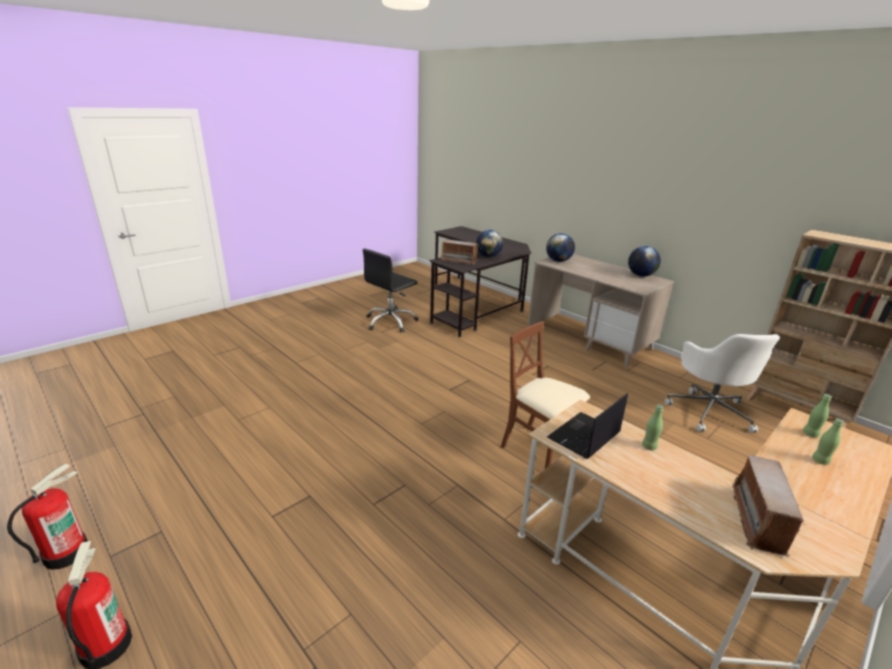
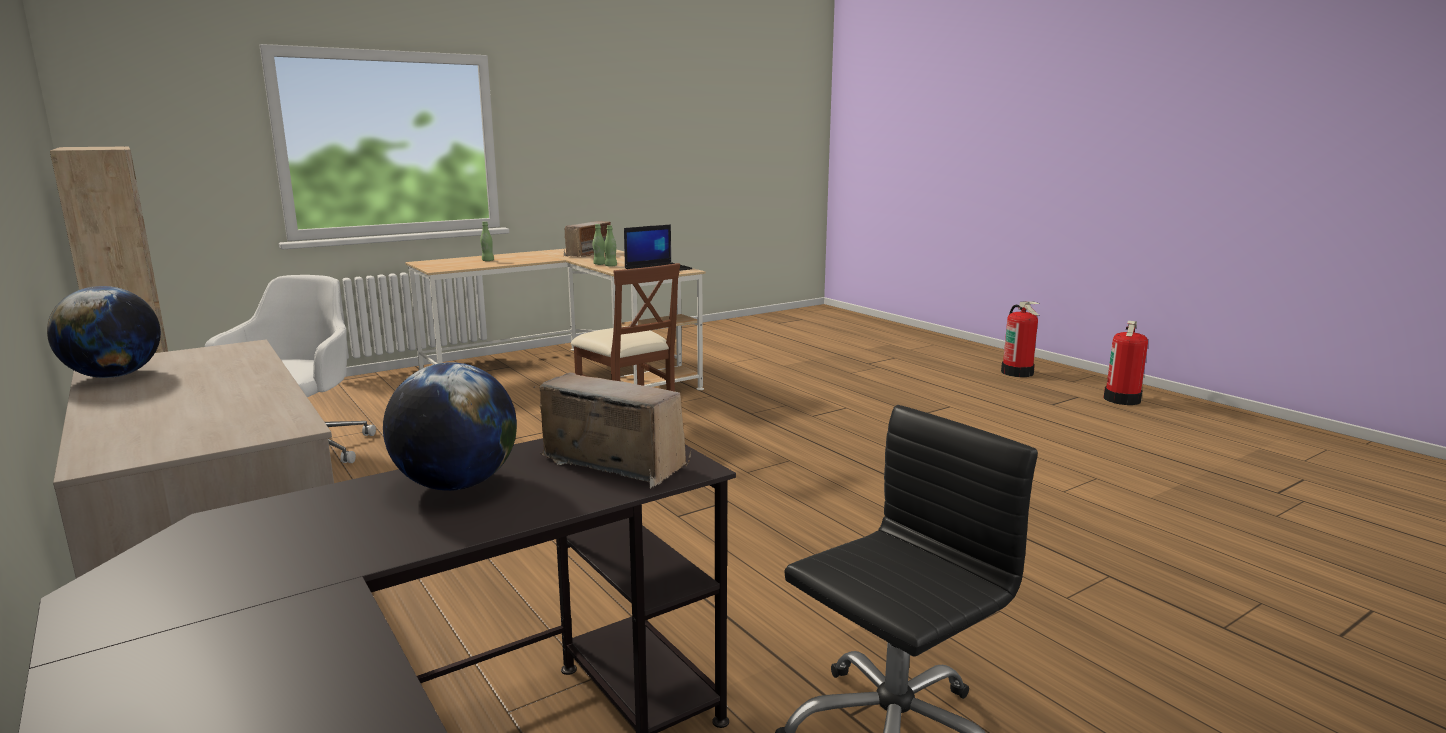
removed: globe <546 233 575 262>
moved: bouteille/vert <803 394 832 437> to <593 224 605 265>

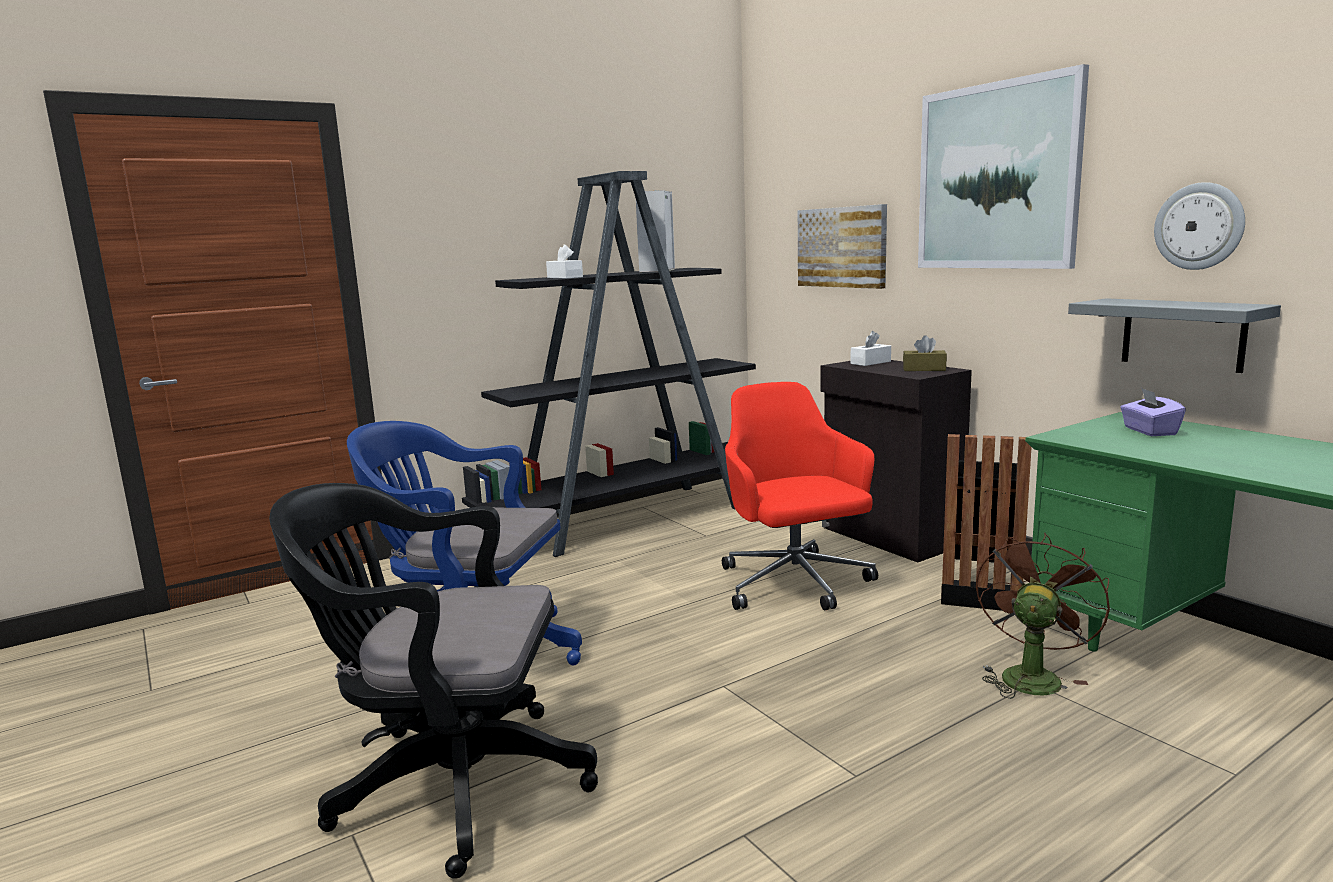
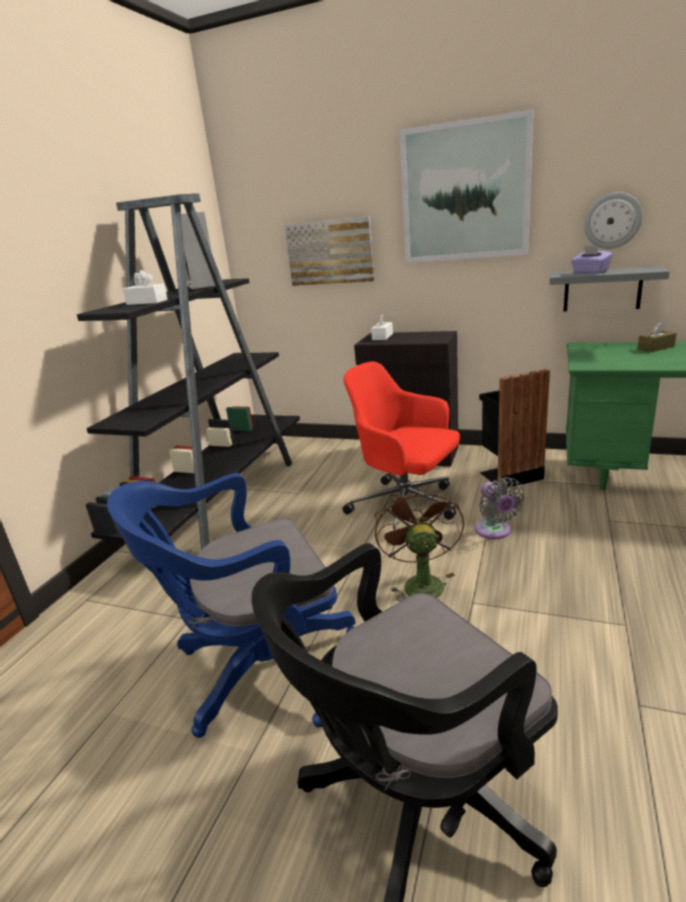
added: ventilateur/gris <475 477 525 539>
moved: boîte à mouchoirs/marron <903 335 947 371> to <638 321 677 352>; ventilateur/marron <976 532 1110 699> to <375 486 464 602>; boîte à mouchoirs/violet <1120 388 1186 436> to <571 246 613 274>

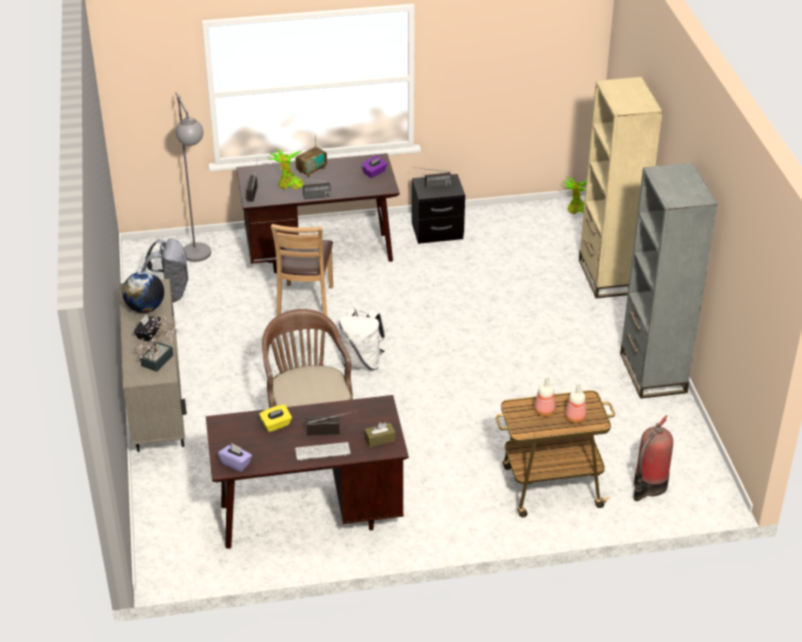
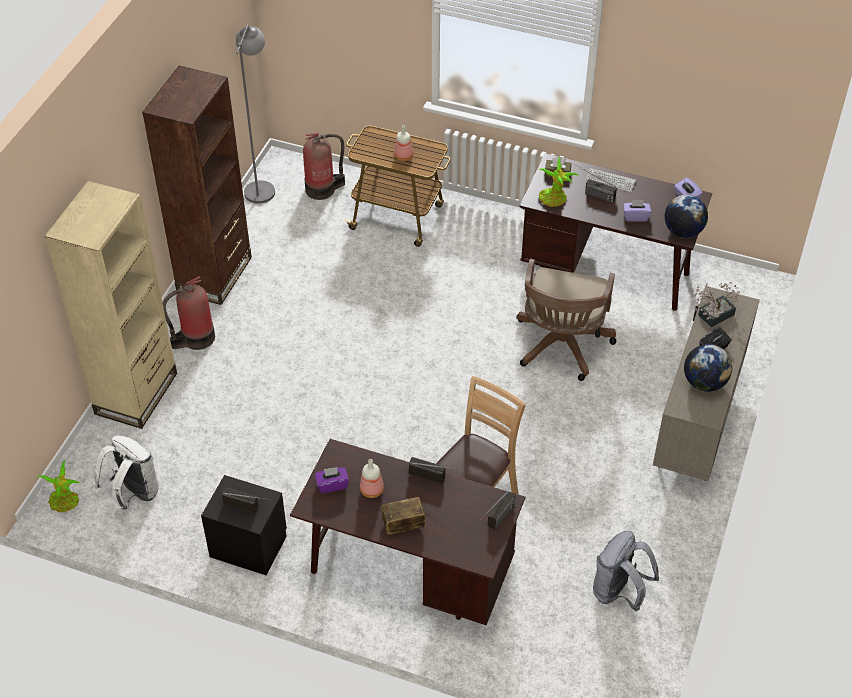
added: extincteur <163 276 215 350>; globe <665 195 708 238>
moved: lampadaire/gris <175 92 211 262> to <236 24 275 204>; plante en pot <269 149 304 190> to <539 157 578 207>; sac à dos/blanc <339 308 385 370> to <94 436 158 511>; bouteille <565 384 586 423> to <360 459 384 498>
recoloured: boîte à mouchoirs/jaune <259 405 292 432> to boîte à mouchoirs/violet <623 199 651 222>; bibliothèque/gris <620 163 718 399> to bibliothèque/marron <142 66 252 305>

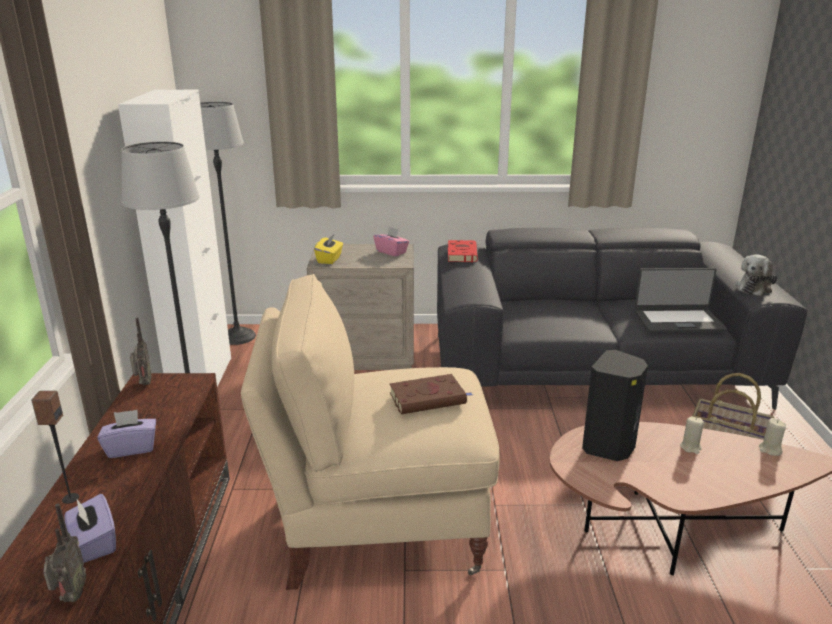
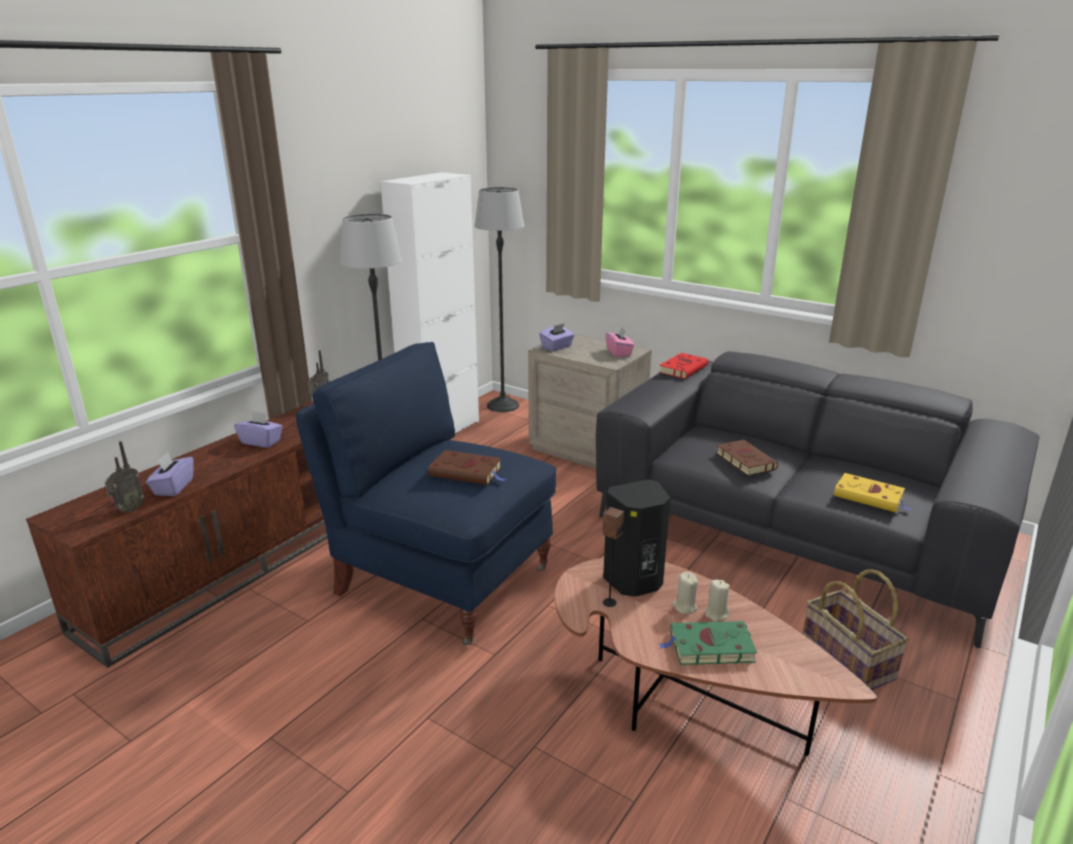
removed: peluche <735 255 777 296>
added: livre/vert <659 621 757 665>; livre/marron <716 440 778 476>
moved: enceinte <31 391 79 504> to <602 507 624 607>; bougie/beige <759 418 786 456> to <672 572 698 614>
replaced: ordinateur portable <634 268 727 332> to livre/jaune <834 473 911 512>
recoloured: fauteuil/beige <241 274 500 590> to fauteuil/bleu <296 342 557 646>; boîte à mouchoirs/jaune <314 234 343 264> to boîte à mouchoirs/violet <539 323 574 351>

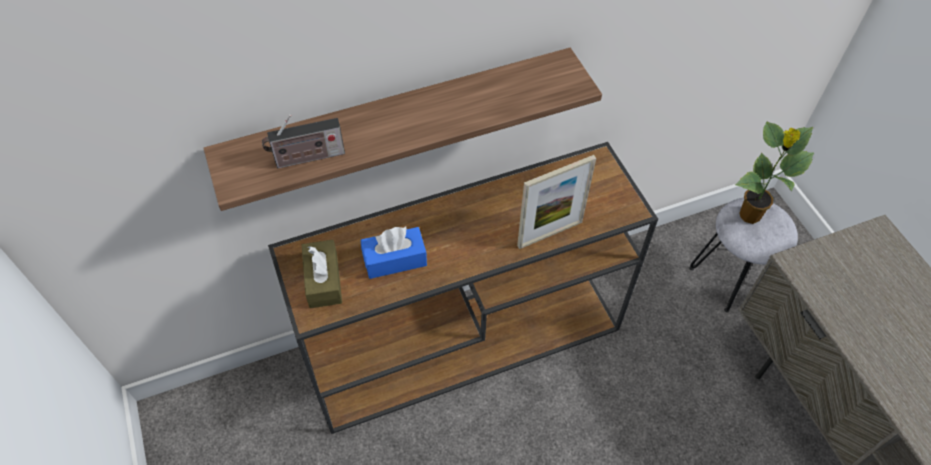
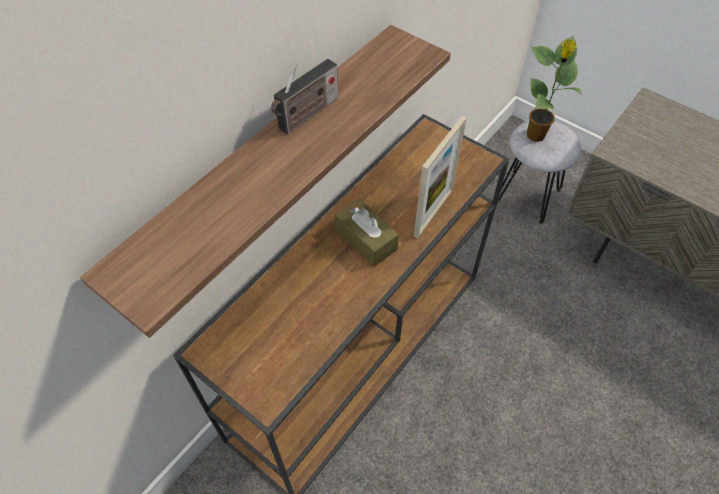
removed: boîte à mouchoirs/bleu <361 227 427 279>
moved: radio <262 115 345 168> to <271 59 338 134>; boîte à mouchoirs/marron <302 240 342 308> to <335 199 399 267>

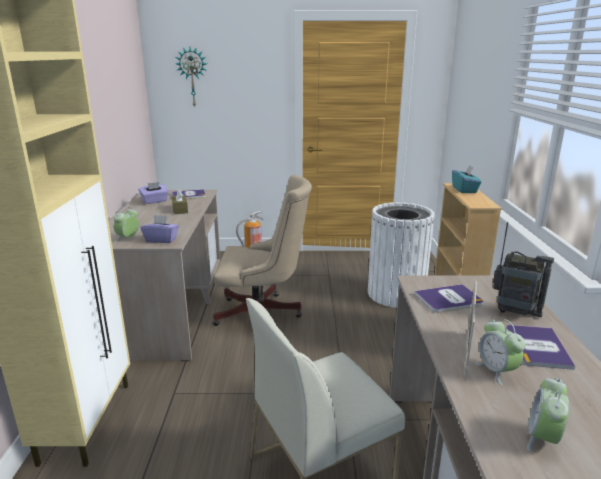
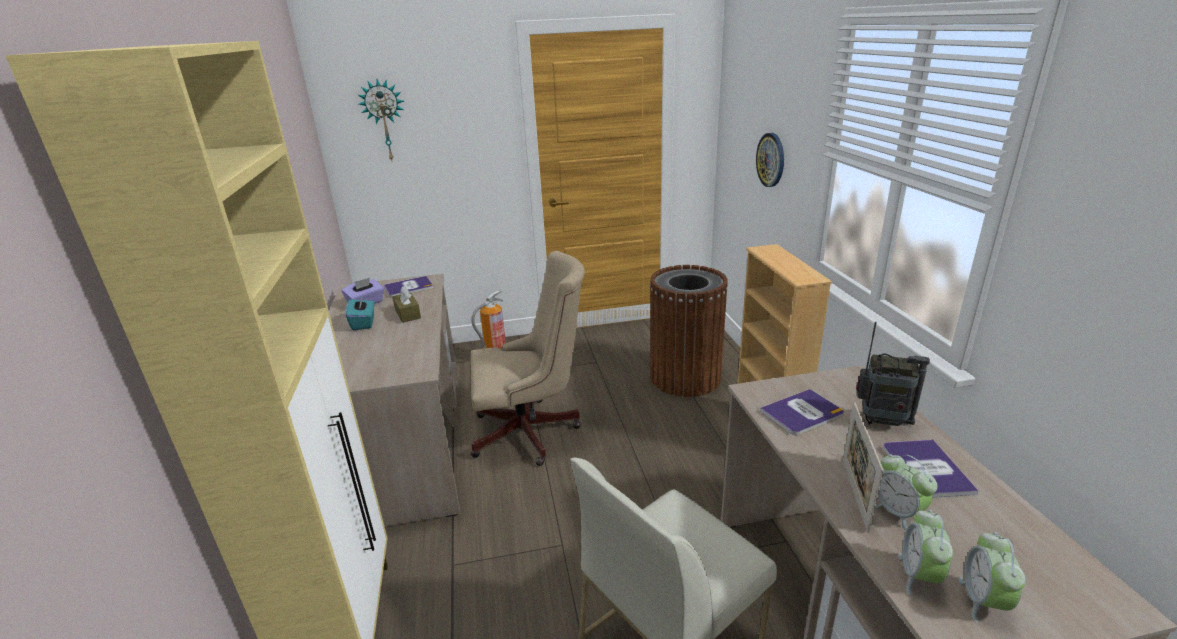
removed: boîte à mouchoirs/violet <141 215 179 243>
added: horloge murale <756 133 784 187>
moved: réveil <113 207 139 242> to <898 510 953 595>; boîte à mouchoirs/turquoise <452 165 482 193> to <346 295 375 331>
recoloured: poubelle/blanc <368 202 435 308> to poubelle/marron <650 265 728 397>

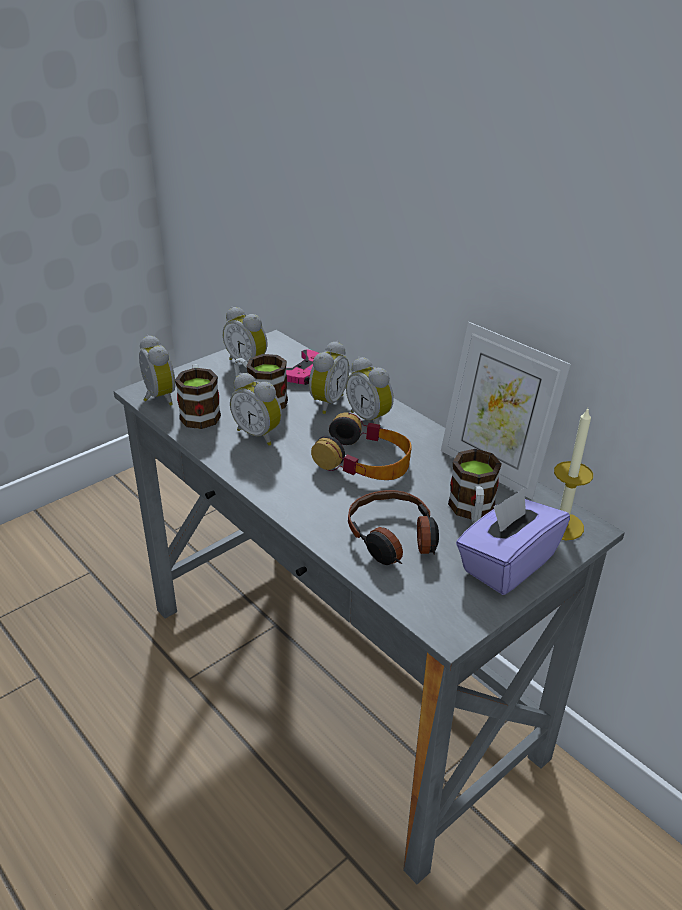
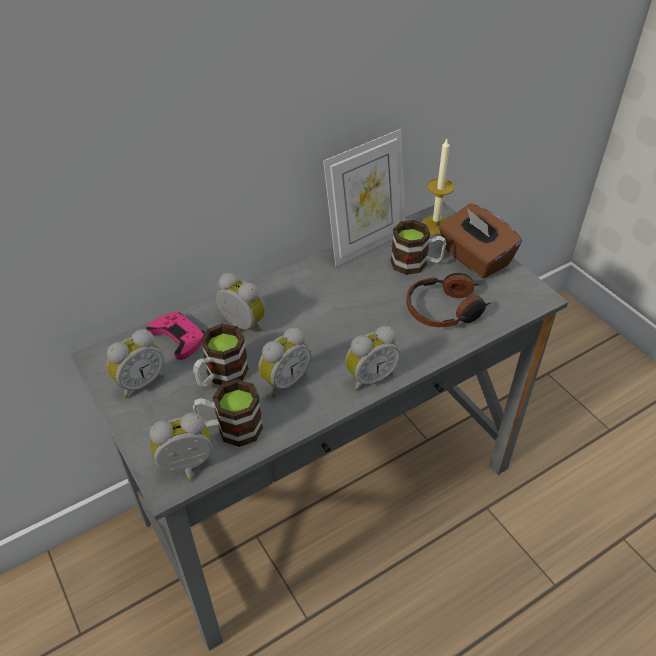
removed: casque audio <311 412 412 480>
moved: réveil <346 357 394 424> to <345 326 400 391>
recoloured: boîte à mouchoirs/violet <456 488 570 595> to boîte à mouchoirs/marron <439 203 522 279>

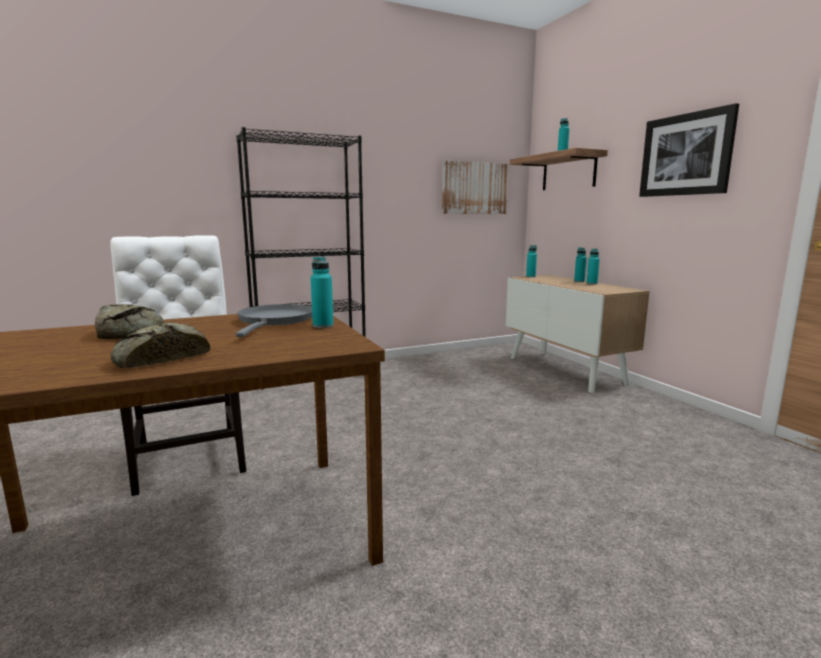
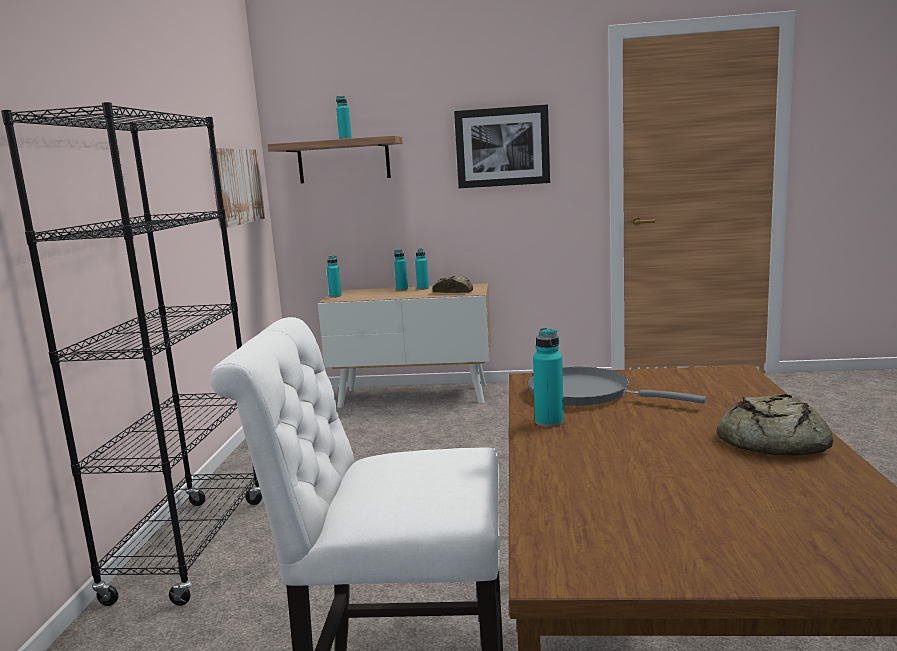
moved: pain <95 304 165 339> to <432 276 473 293>; bouteille/turquoise <311 256 334 328> to <533 328 564 427>

